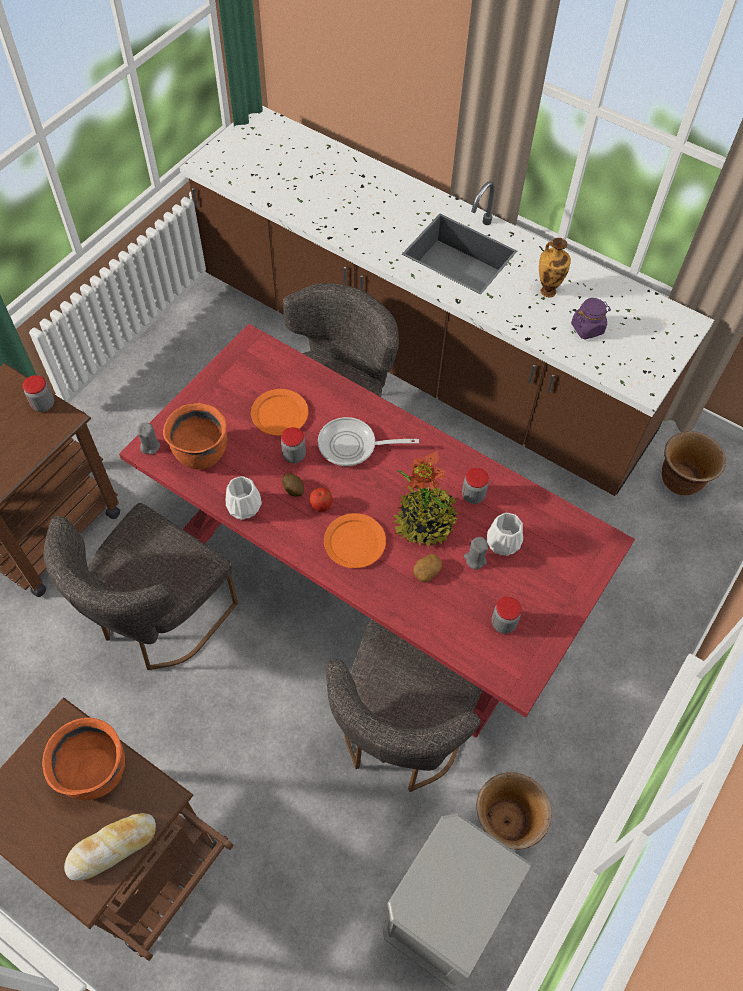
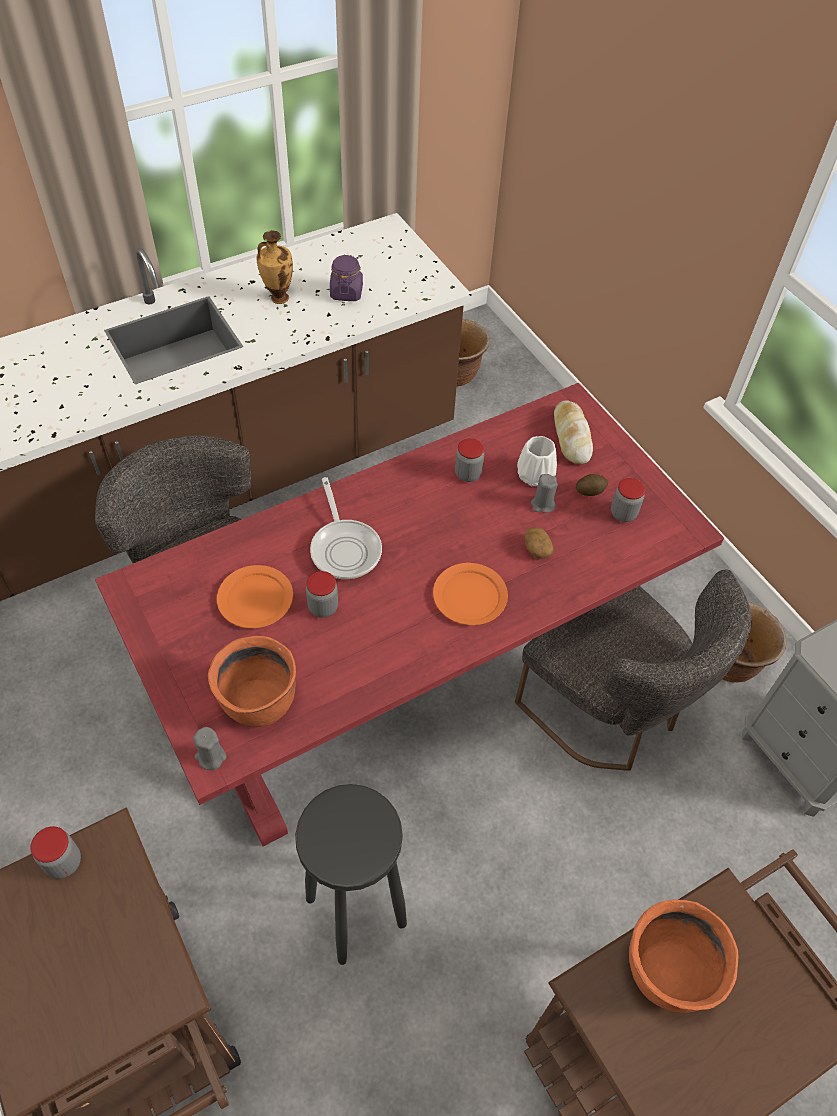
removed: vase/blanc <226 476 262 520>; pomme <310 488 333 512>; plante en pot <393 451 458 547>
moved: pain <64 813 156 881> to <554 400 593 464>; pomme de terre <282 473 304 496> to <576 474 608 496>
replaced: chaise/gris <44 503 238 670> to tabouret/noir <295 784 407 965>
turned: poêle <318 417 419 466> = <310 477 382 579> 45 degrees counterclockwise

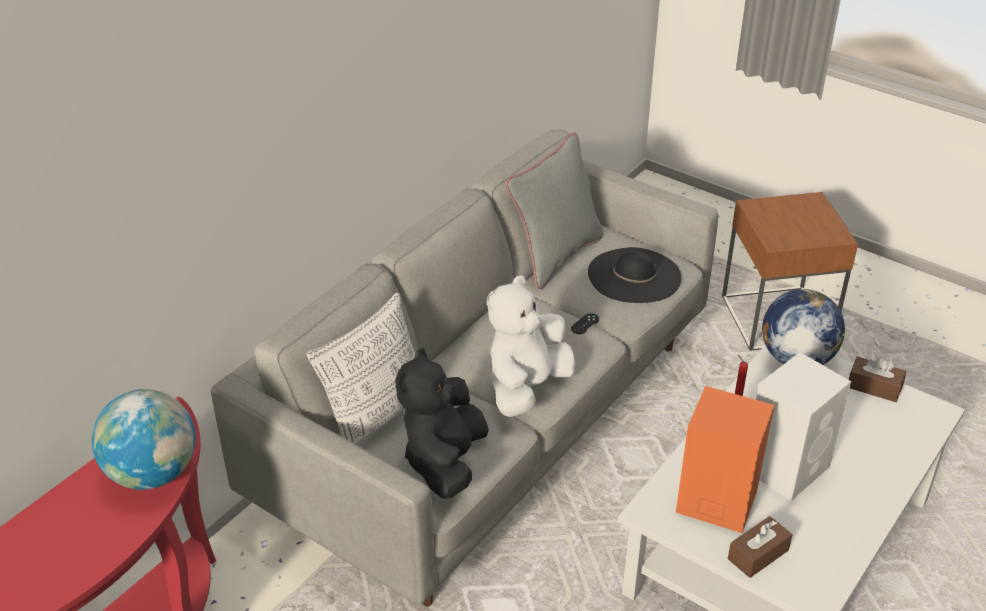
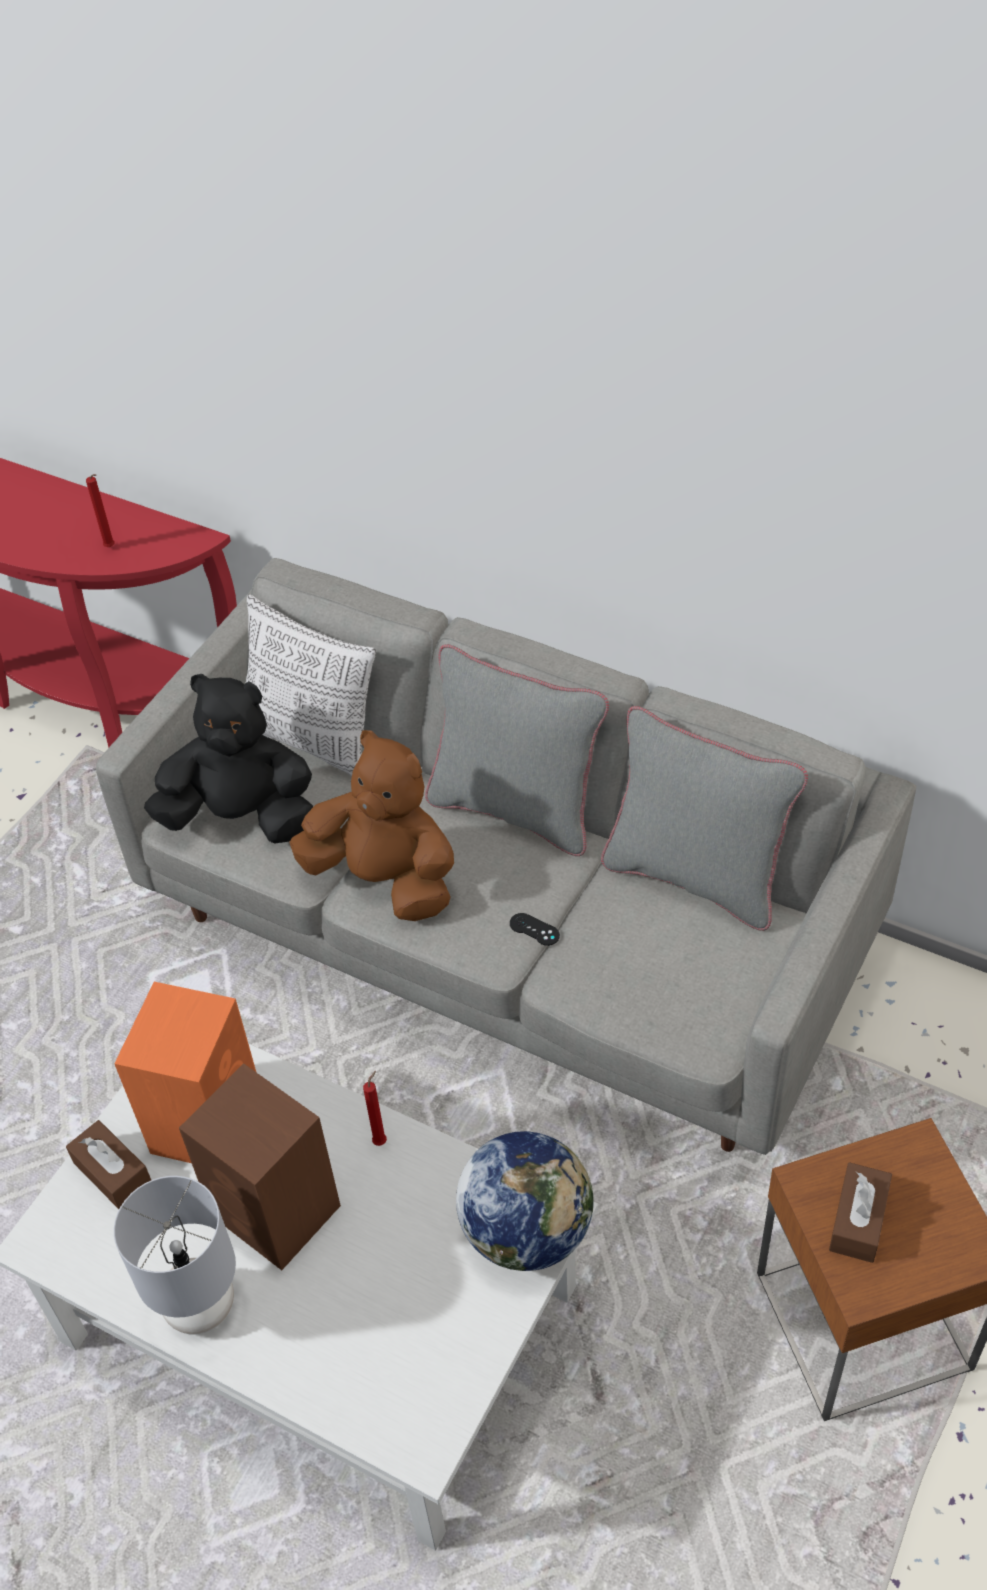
removed: chapeau/noir <588 247 681 303>
added: lampe de table/gris <114 1176 236 1335>; coussin/gris <425 644 609 856>
moved: boîte à mouchoirs/marron <849 356 906 402> to <829 1162 892 1263>
replaced: globe <92 389 195 490> to bougie/rouge <86 474 115 547>
recoloured: peluche/blanc <487 276 575 417> to peluche/marron <289 730 454 921>; enceinte/blanc <756 352 851 501> to enceinte/marron <179 1063 341 1270>

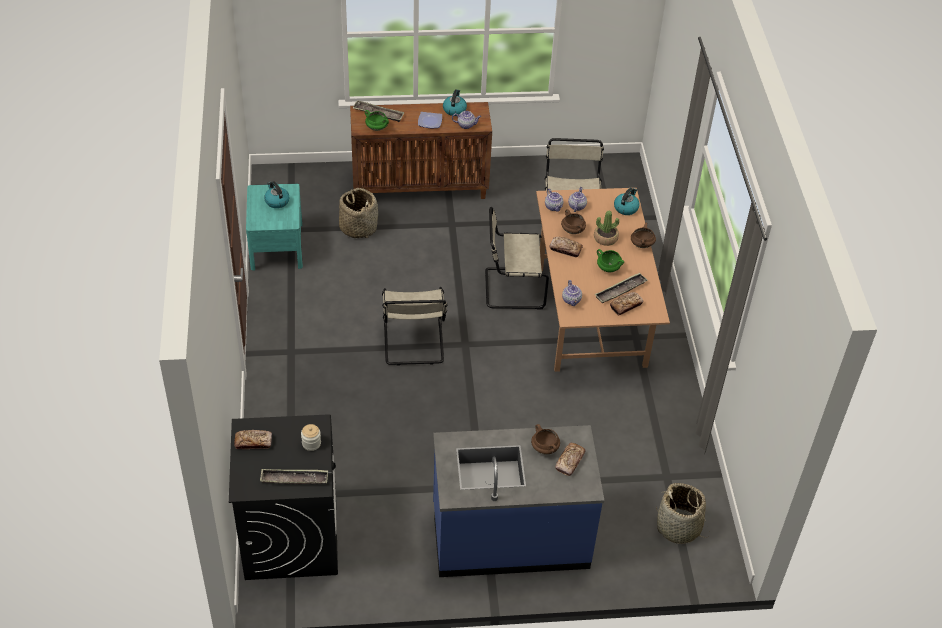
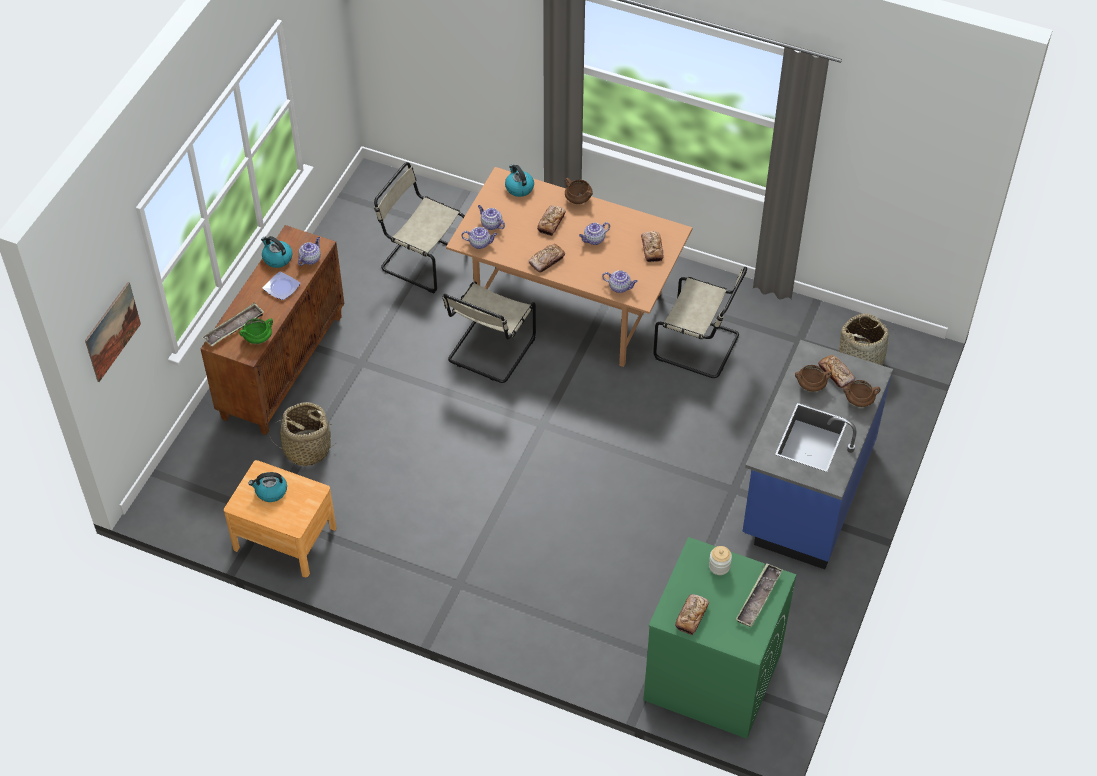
removed: plateau <595 272 648 303>
added: tableau <85 282 141 382>
moved: chaise/beige <382 287 448 365> to <653 267 747 378>; marmite/marron <561 209 586 234> to <843 380 880 407>
replaced: plante en pot <594 211 619 246> to pain <537 205 566 236>; marmite/vert <597 249 624 272> to théière <579 222 610 245>
recoloured: lave-linge/noir <229 414 338 580> to lave-linge/vert <644 537 796 739>; table de chevet/turquoise <246 184 303 271> to table de chevet/marron <224 460 336 577>

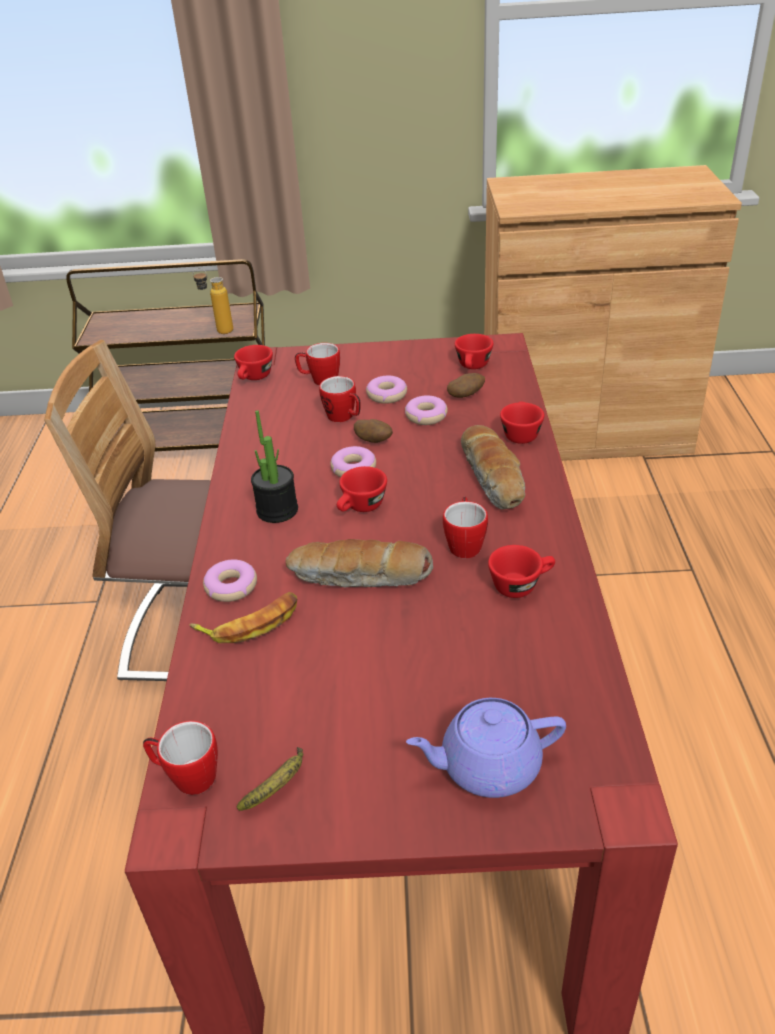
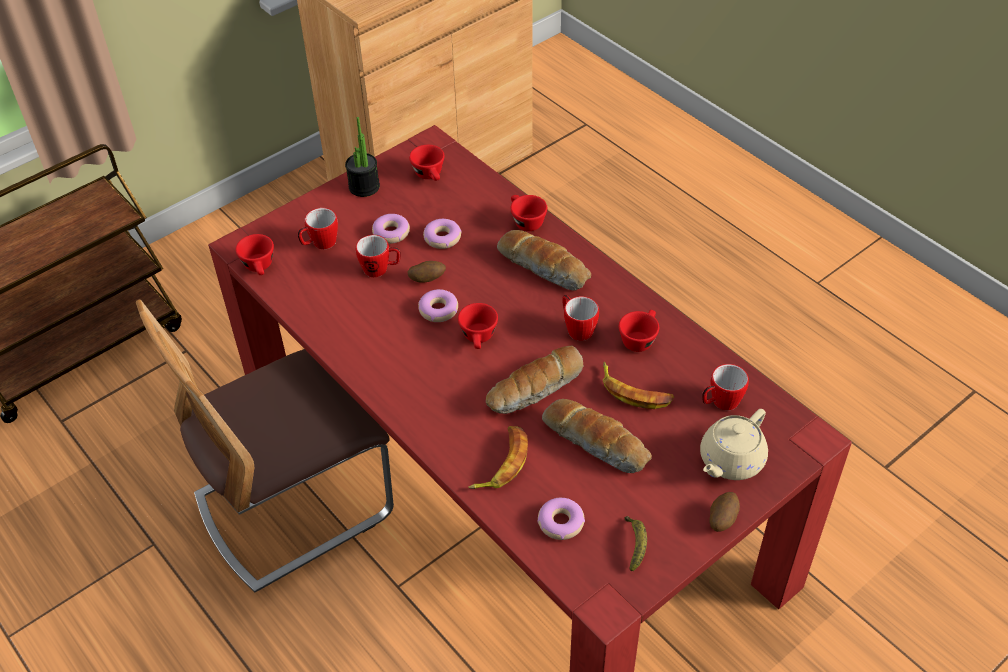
removed: bouteille <192 268 233 334>
added: pain <542 399 652 473>; banane <603 362 674 409>
moved: mug <143 721 218 795> to <702 364 749 410>; beignet <203 560 257 602> to <538 498 585 540>; plante en pot <251 410 298 523> to <345 117 380 197>; pomme de terre <447 373 485 398> to <709 492 740 532>
recoloured: théière/violet <406 698 566 798> to théière/beige <700 409 768 480>

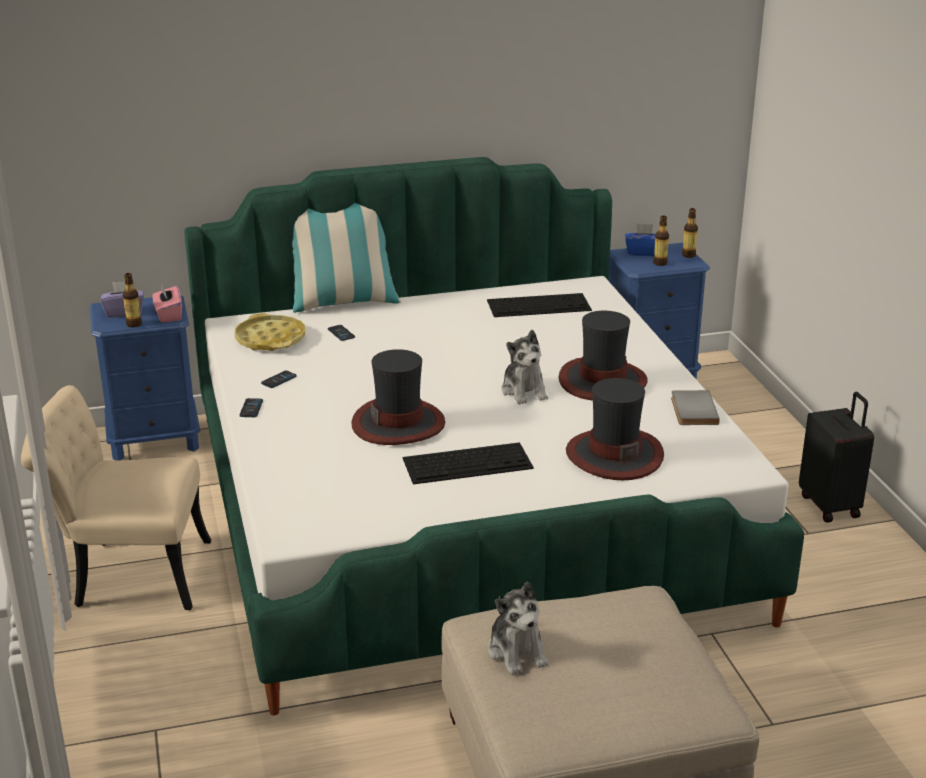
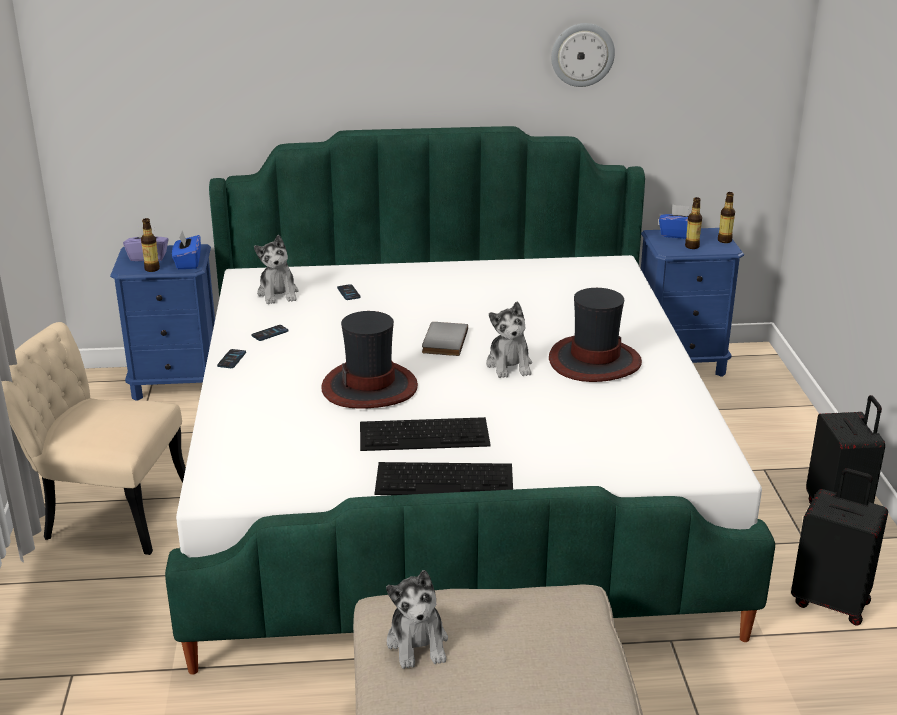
removed: coussin <292 203 402 313>; chapeau <566 378 664 480>
added: horloge murale <551 23 615 87>; valise/noir <791 468 888 626>
moved: clavier <487 293 592 317> to <375 462 513 495>; livre/gris <671 390 720 425> to <422 322 468 356>
replaced: plateau/jaune <234 313 305 351> to peluche <254 235 299 304>
recoloured: boîte à mouchoirs/rose <152 283 182 323> to boîte à mouchoirs/bleu <172 231 201 269>

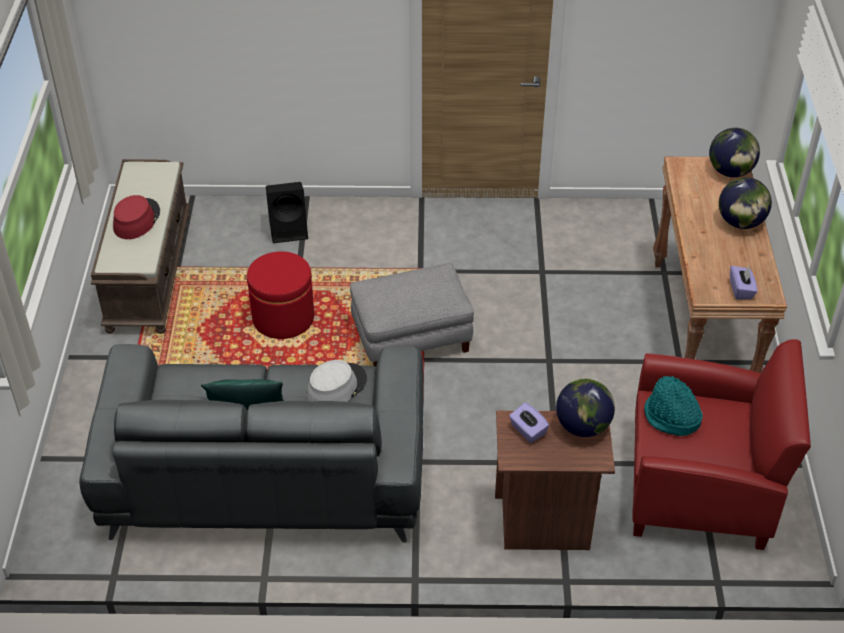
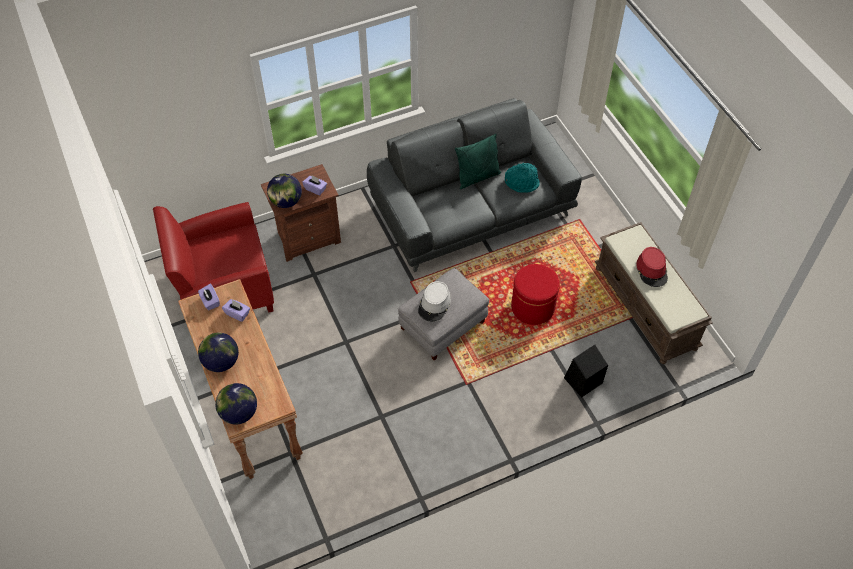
added: boîte à mouchoirs/violet <222 299 250 322>
moved: chapeau/gris <307 360 367 402> to <418 281 451 321>; chapeau/turquoise <644 376 703 436> to <505 163 540 193>

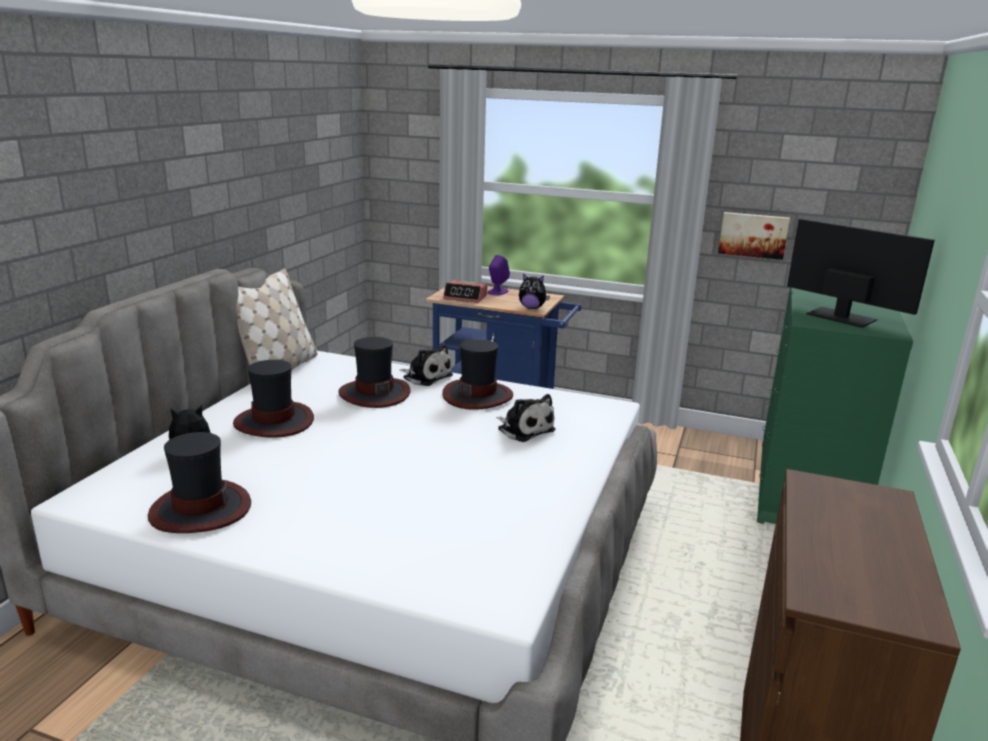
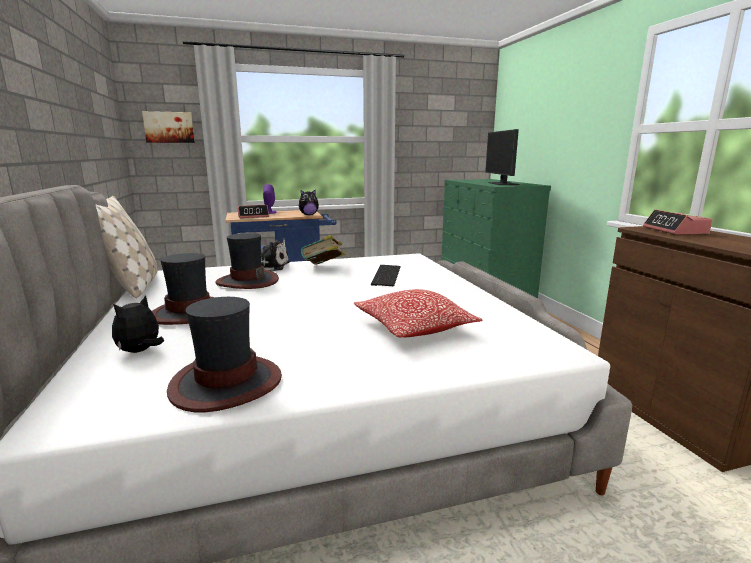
added: coussin <354 289 483 337>; réveil <643 210 712 235>
moved: tableau <718 212 790 260> to <142 111 195 143>
replaced: chapeau <442 339 513 410> to livre <301 235 346 265>; peluche <497 394 556 442> to clavier <371 265 401 286>
turned: écran d'ordinateur <787 218 935 328> = <485 129 520 185> 105 degrees counterclockwise

